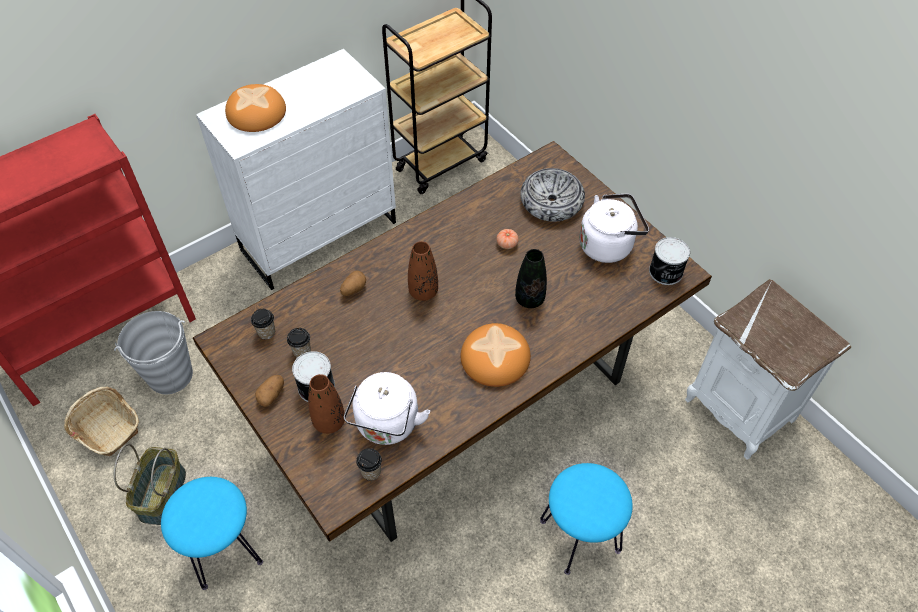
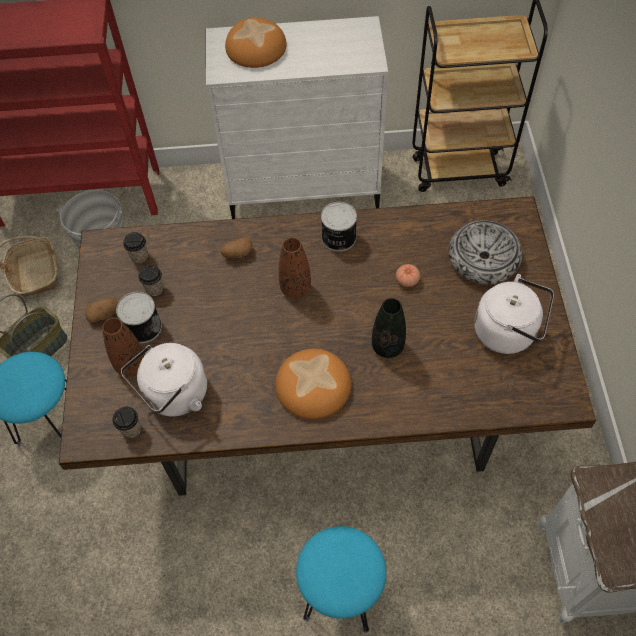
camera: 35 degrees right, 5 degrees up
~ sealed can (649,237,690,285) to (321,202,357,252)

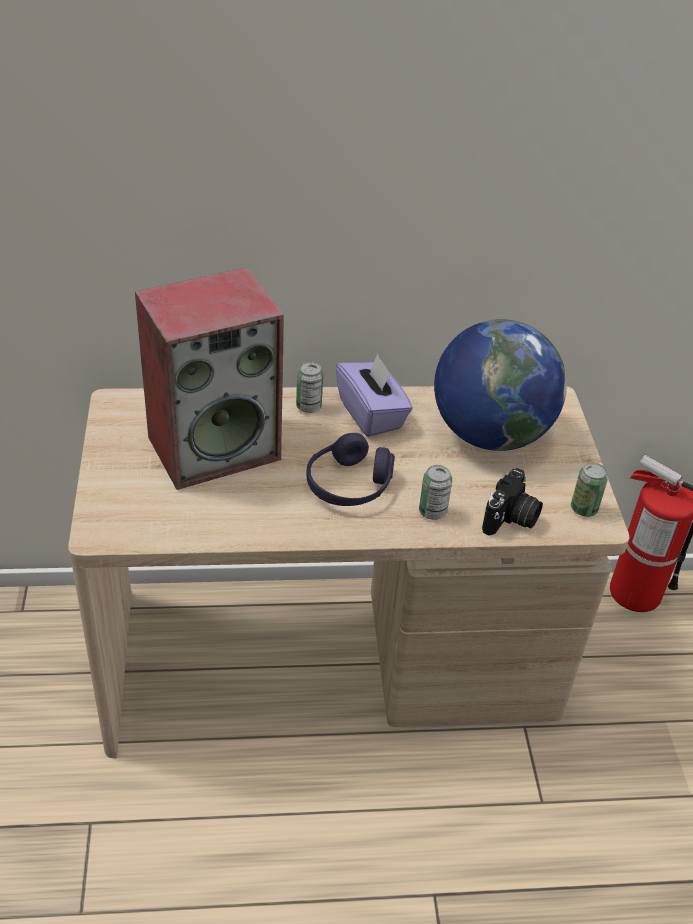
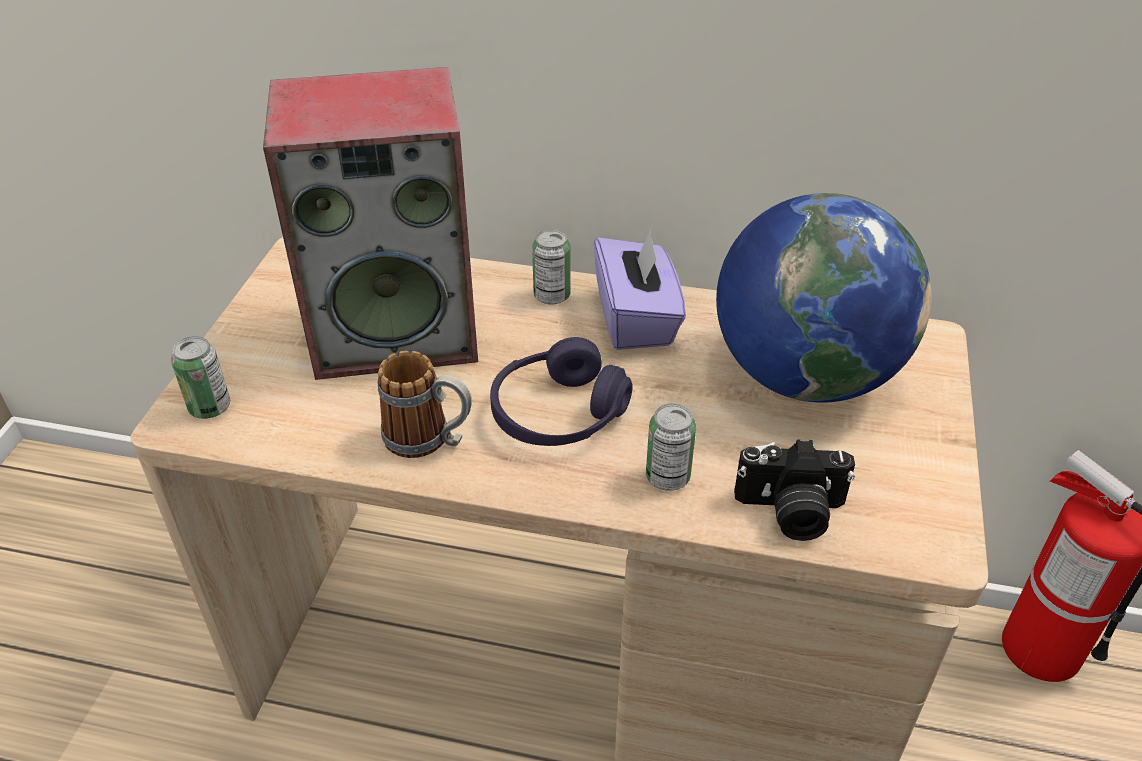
camera: 20 degrees right, 0 degrees up
~ sealed can (571,462,608,517) to (171,336,230,419)
~ still camera (482,468,543,536) = (734,439,855,541) 45 degrees clockwise
+ tea mug (378,351,472,458)

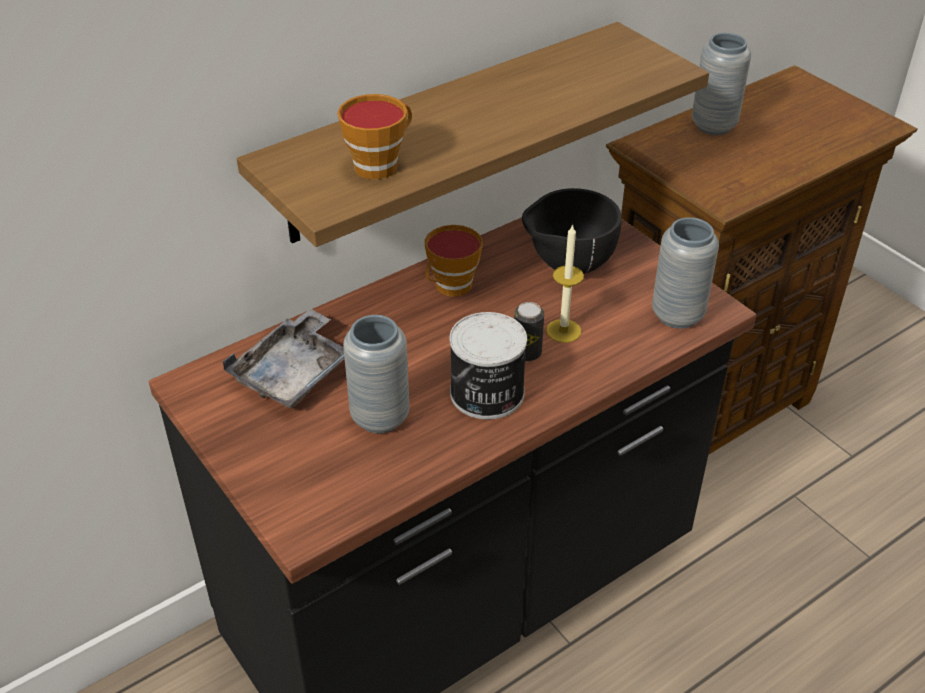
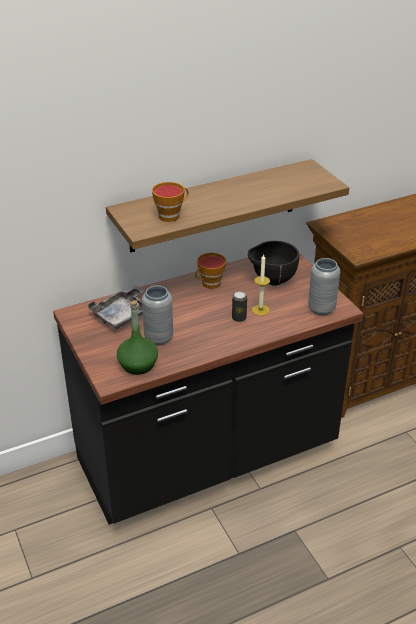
camera: 10 degrees right, 5 degrees down
- flower vase in gray (692,33,751,135)
- sealed can (449,312,527,420)
+ bottle in greenish (117,300,158,375)

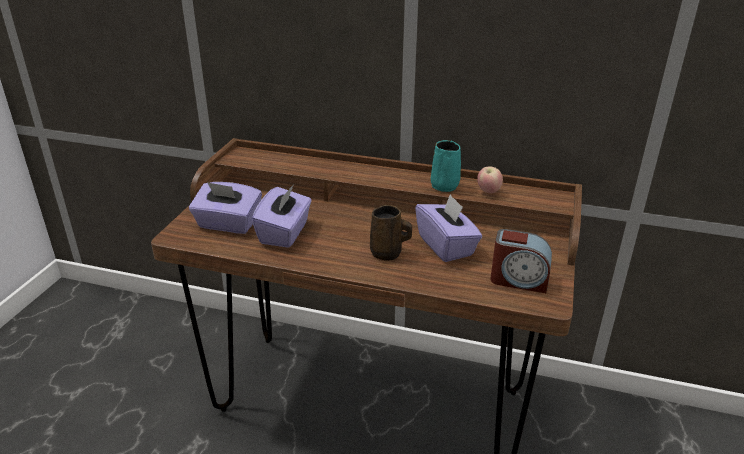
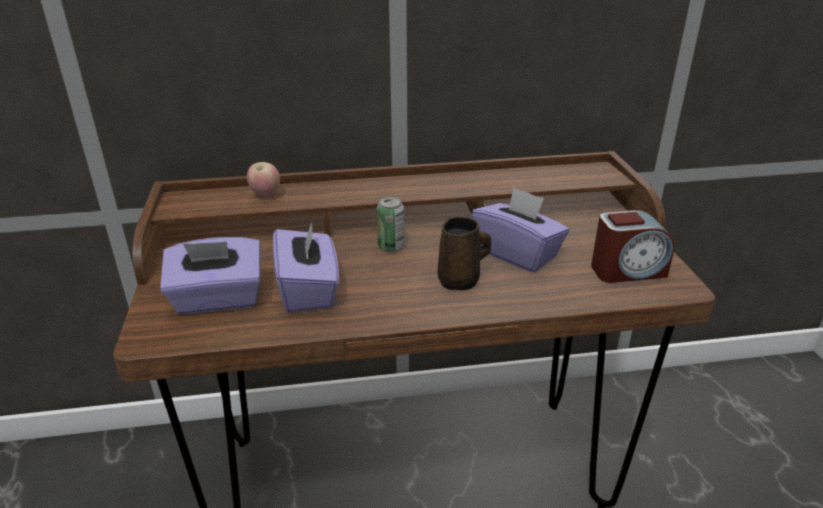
camera: 25 degrees left, 0 degrees up
- tea mug in blue-green (431,140,461,192)
~ whole apple (477,166,503,194) to (247,162,280,196)
+ sealed can (377,197,404,252)

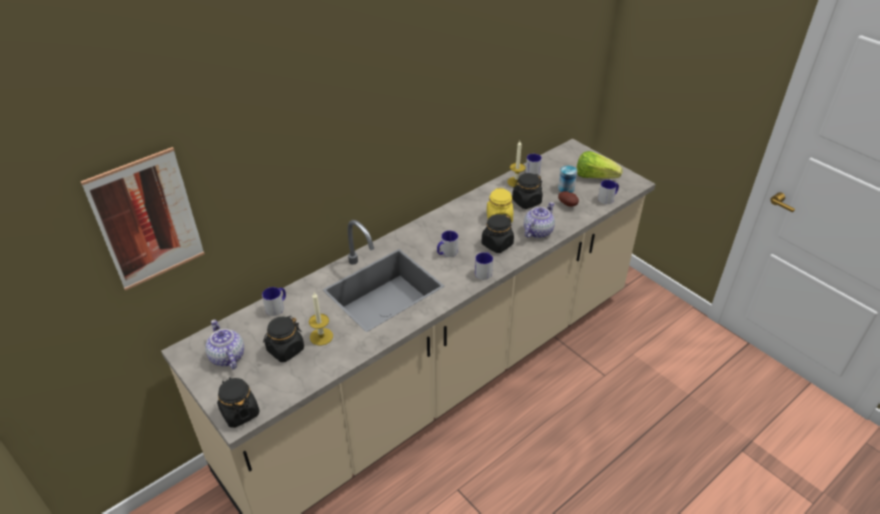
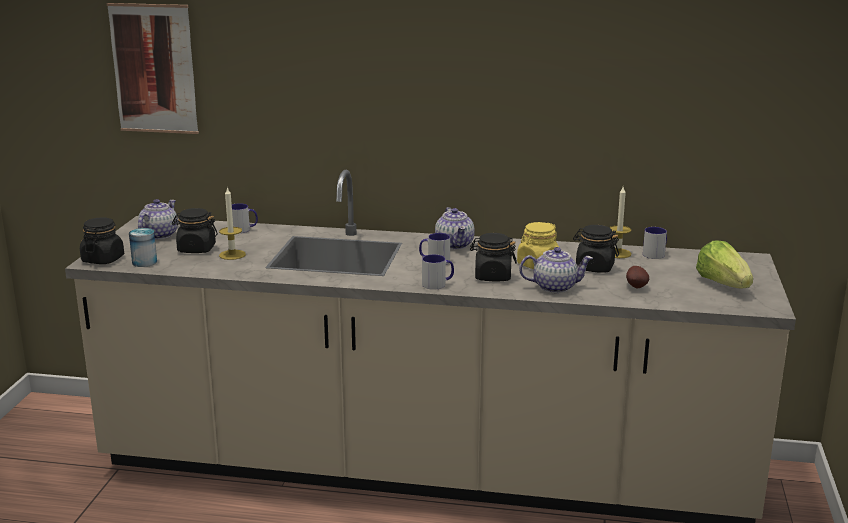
camera: 50 degrees right, 20 degrees down
~ sealed can (558,165,577,193) to (129,228,157,267)
- tea mug (598,180,619,204)
+ teapot (435,207,475,249)

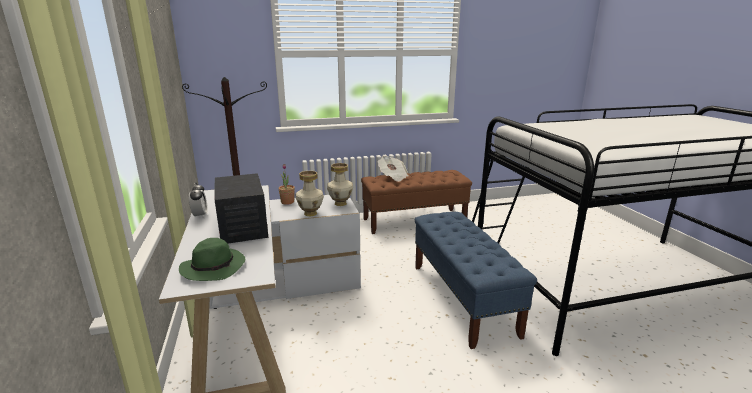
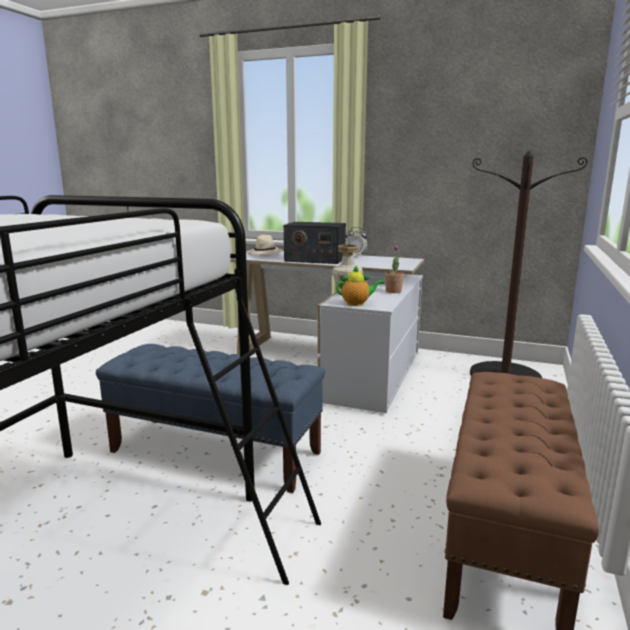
camera: 125 degrees right, 5 degrees down
- newspaper (378,156,409,182)
~ flower vase (327,163,353,206) to teapot (336,266,384,306)
~ hat in greenish (179,238,245,281) to hat in sand-coloured (248,235,282,255)

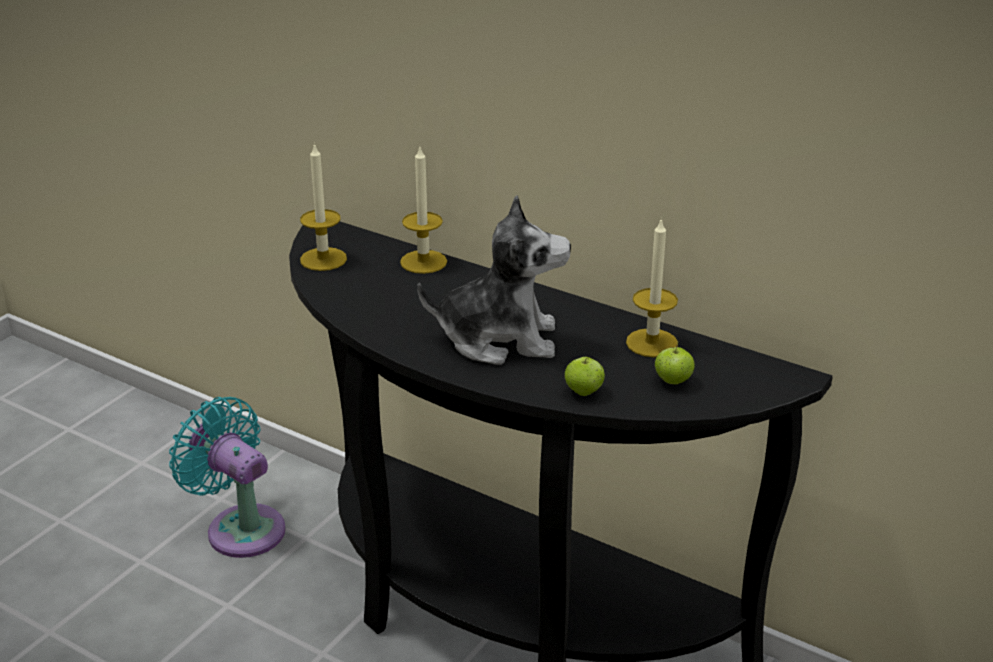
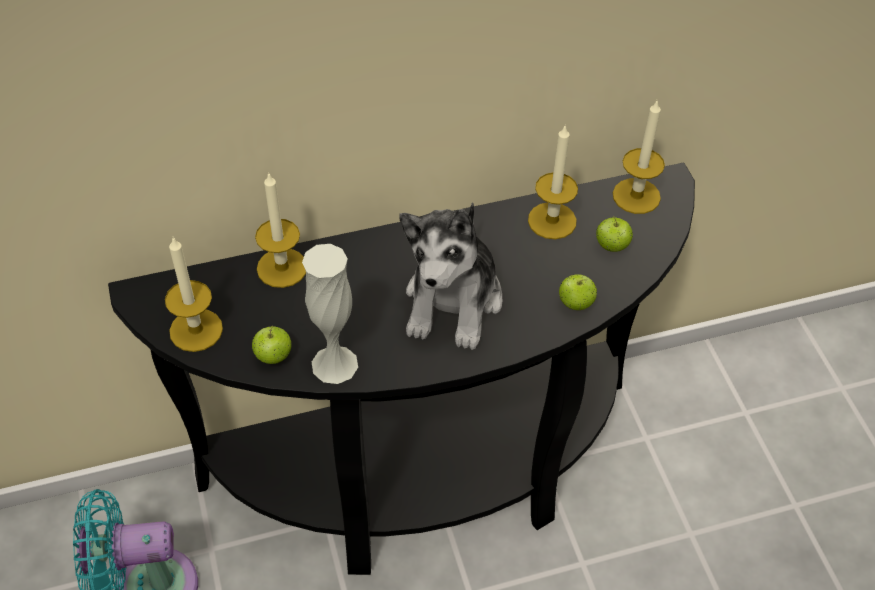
camera: 50 degrees left, 20 degrees up
~ cuddly toy (417,195,571,365) = (399,202,502,350) 150 degrees clockwise
+ wax candle (613,99,665,214)
+ flower vase in whitish (302,244,358,384)
+ whole apple (252,326,292,364)

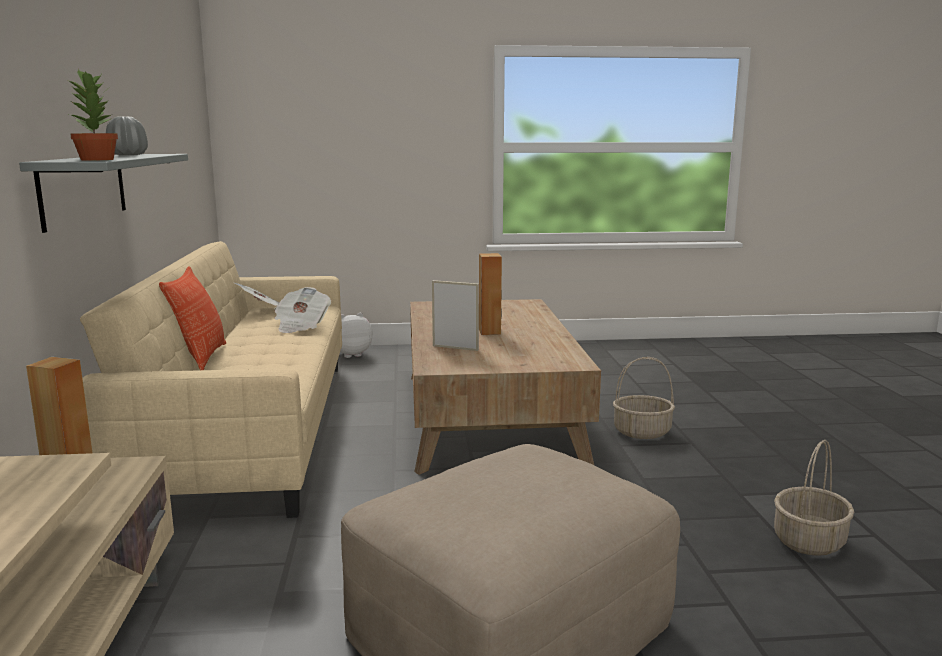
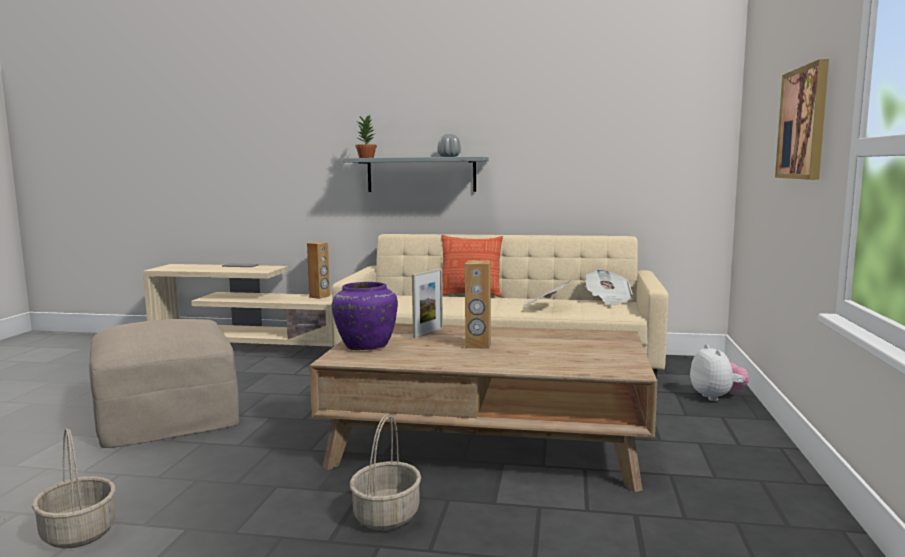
camera: 105 degrees right, 5 degrees down
+ picture (775,59,829,180)
+ flower vase in purple-coloured (332,282,398,350)

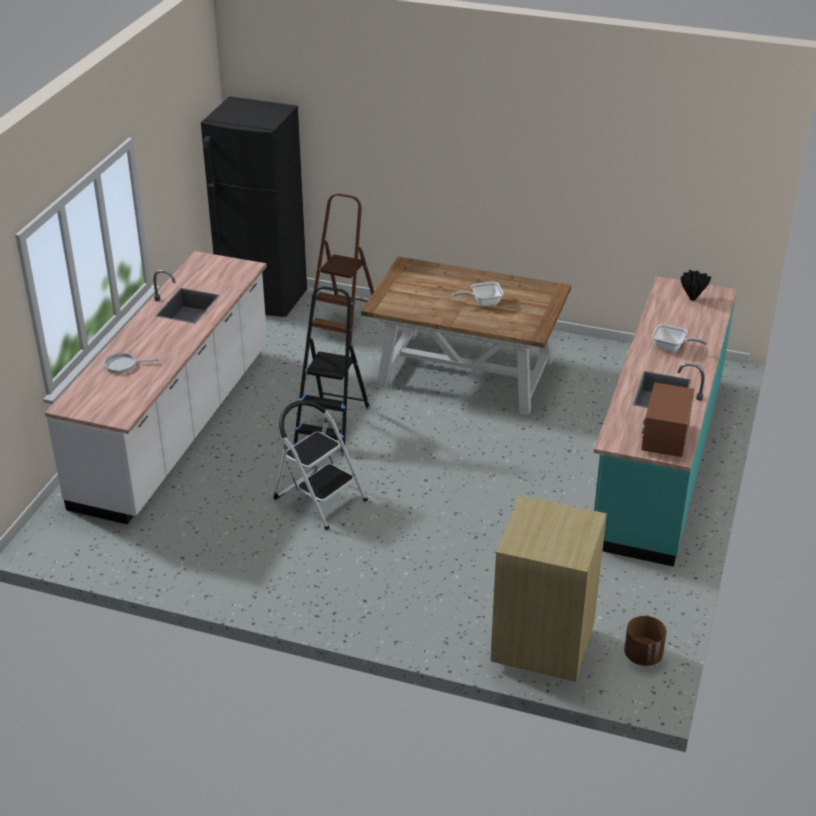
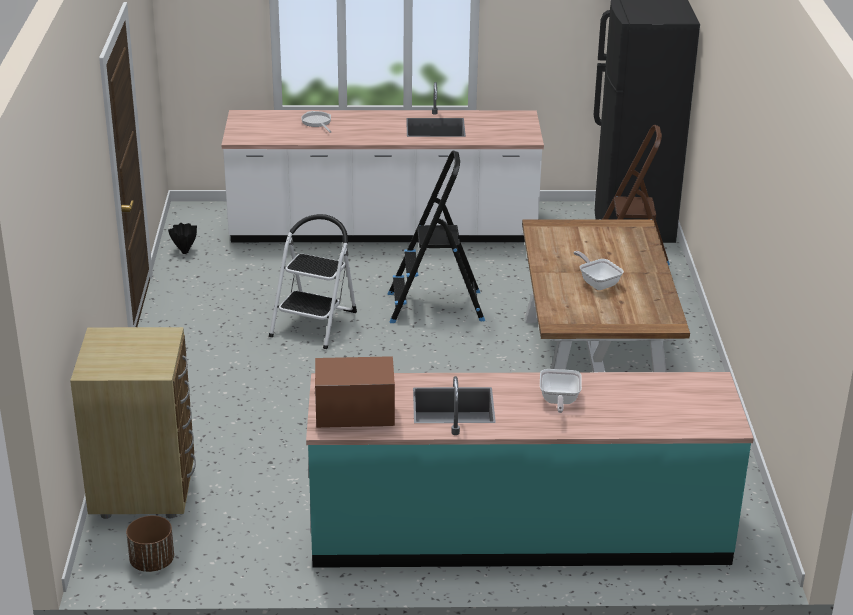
camera: 70 degrees right, 5 degrees down
~ flower vase in black-coloured (681,270,711,301) to (168,223,197,254)

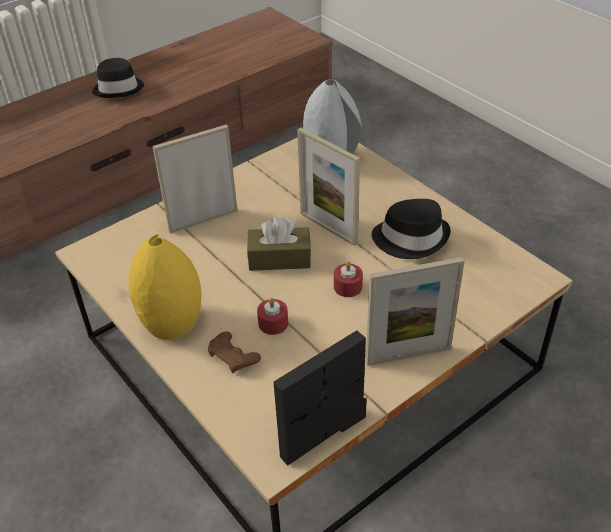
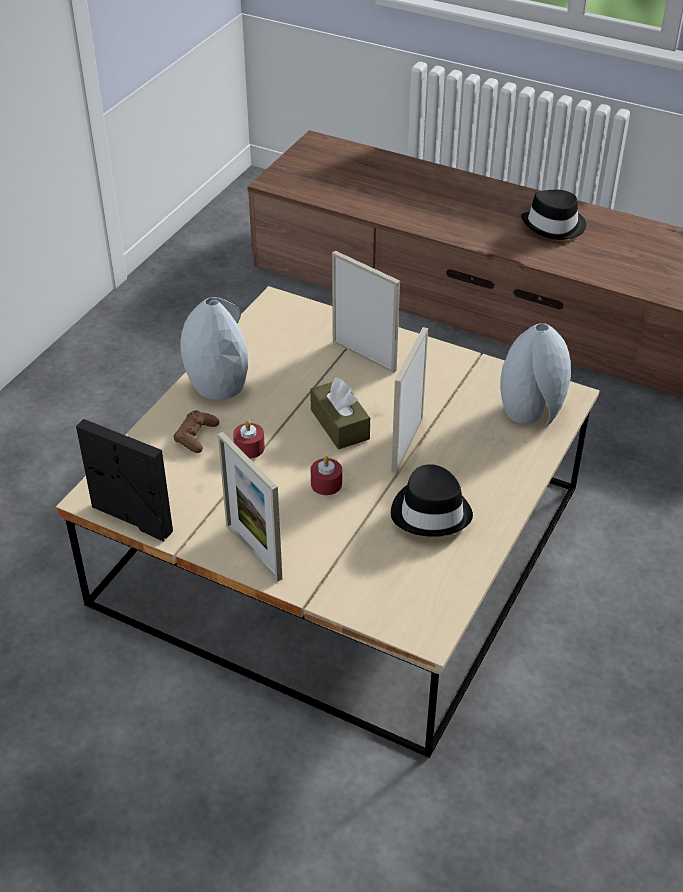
camera: 65 degrees right, 0 degrees up
~ flower vase in yellowish (128,234,202,340) to flower vase in gray (181,297,248,400)

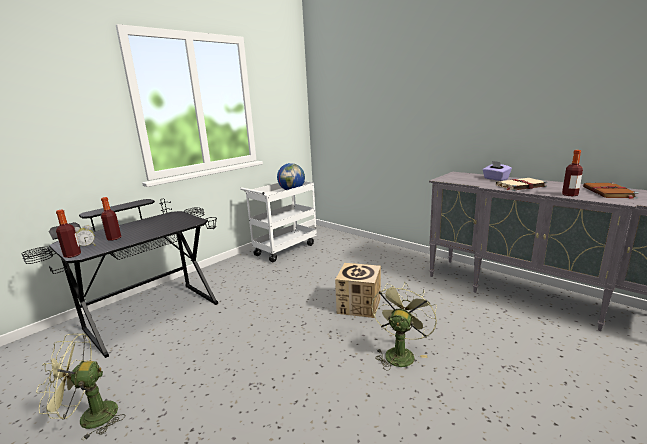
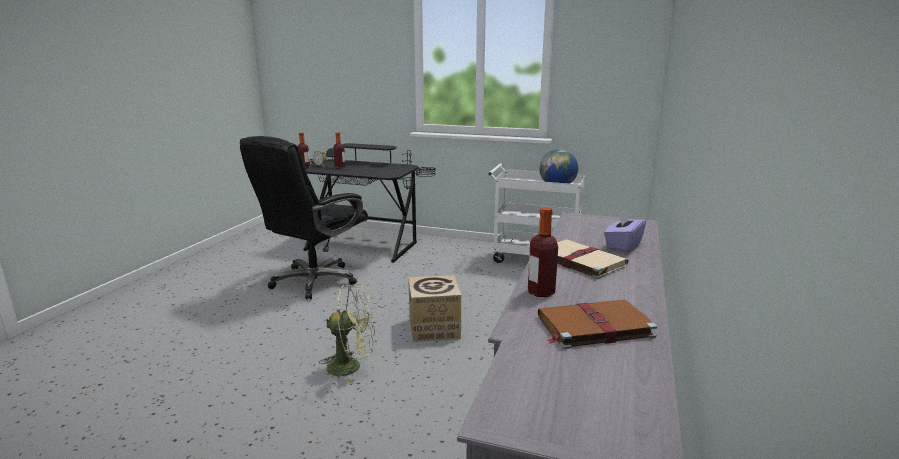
camera: 65 degrees right, 0 degrees up
- cooling fan in greenish (36,333,126,441)
+ desk chair in black-coloured (240,136,368,300)

